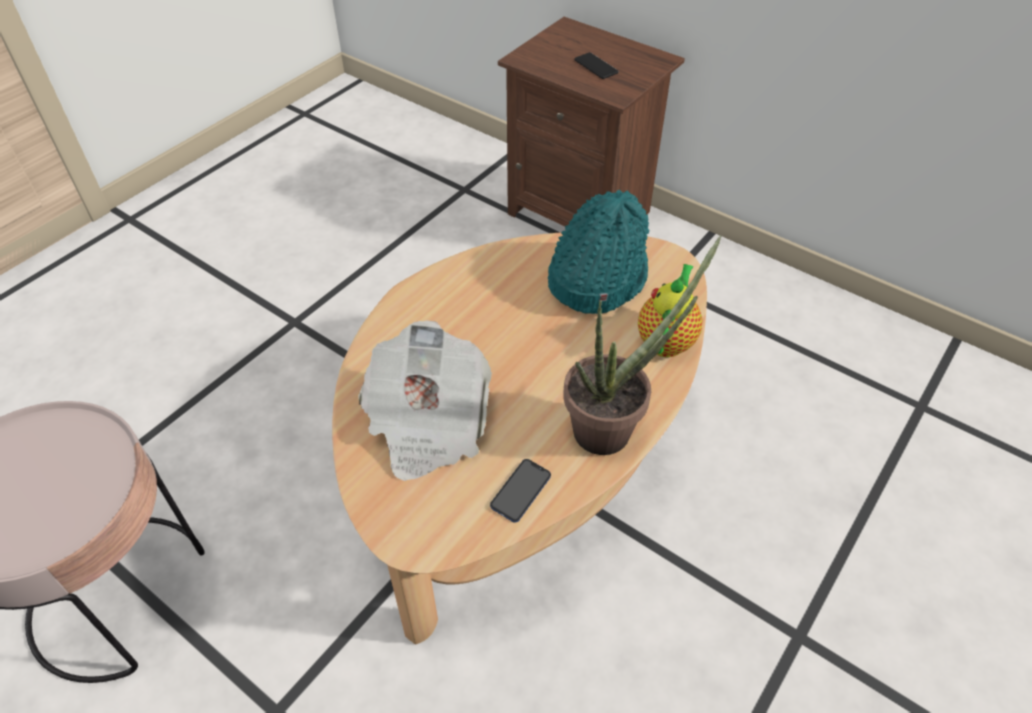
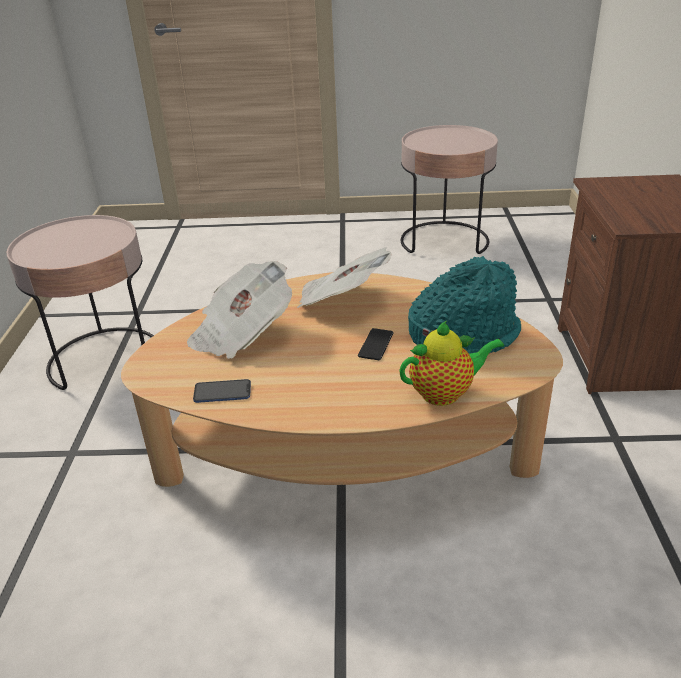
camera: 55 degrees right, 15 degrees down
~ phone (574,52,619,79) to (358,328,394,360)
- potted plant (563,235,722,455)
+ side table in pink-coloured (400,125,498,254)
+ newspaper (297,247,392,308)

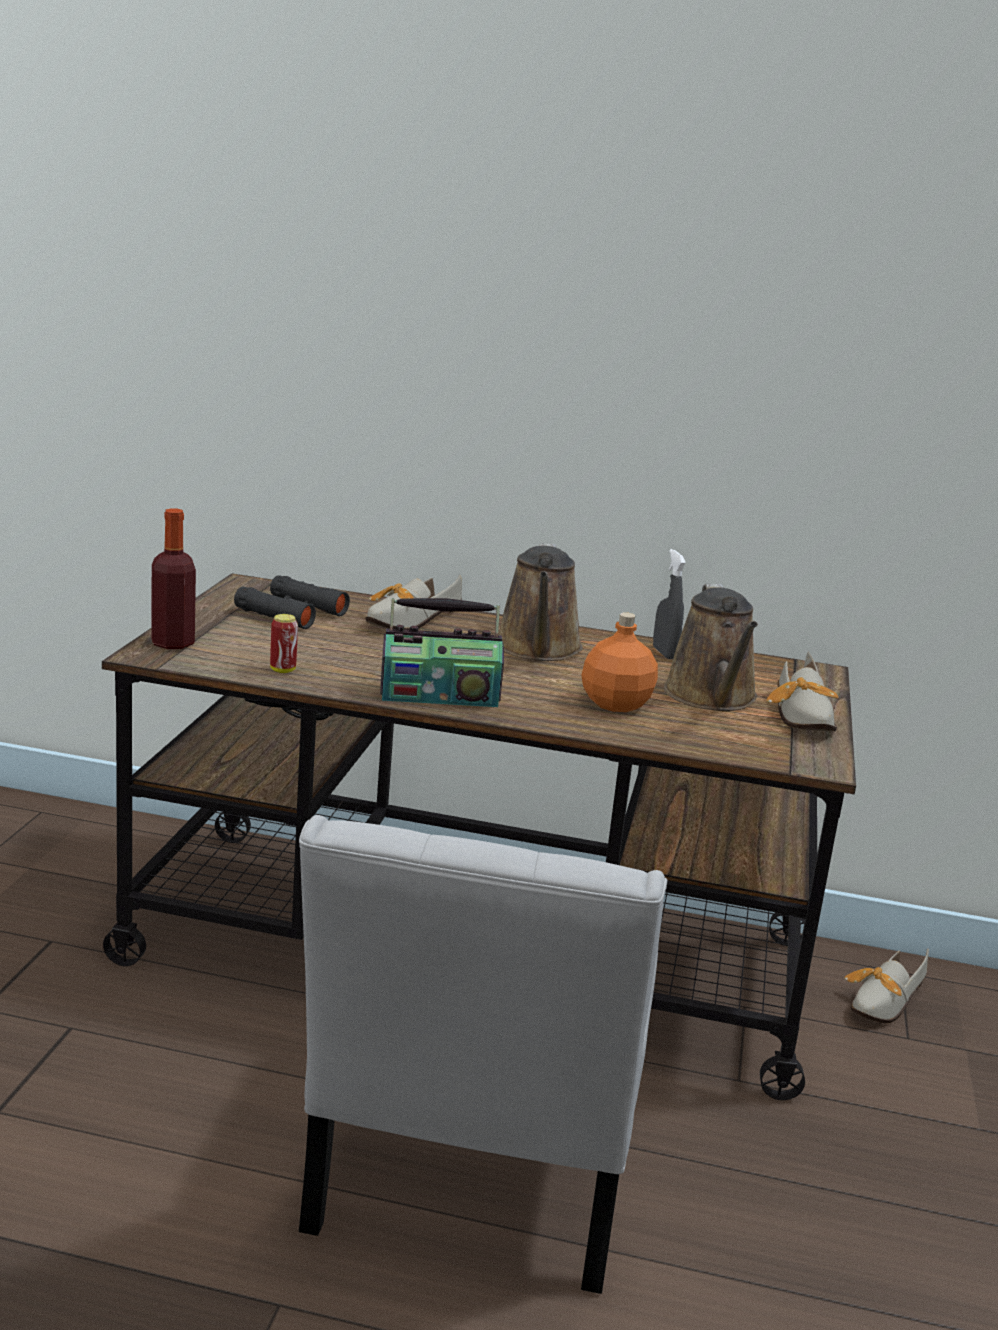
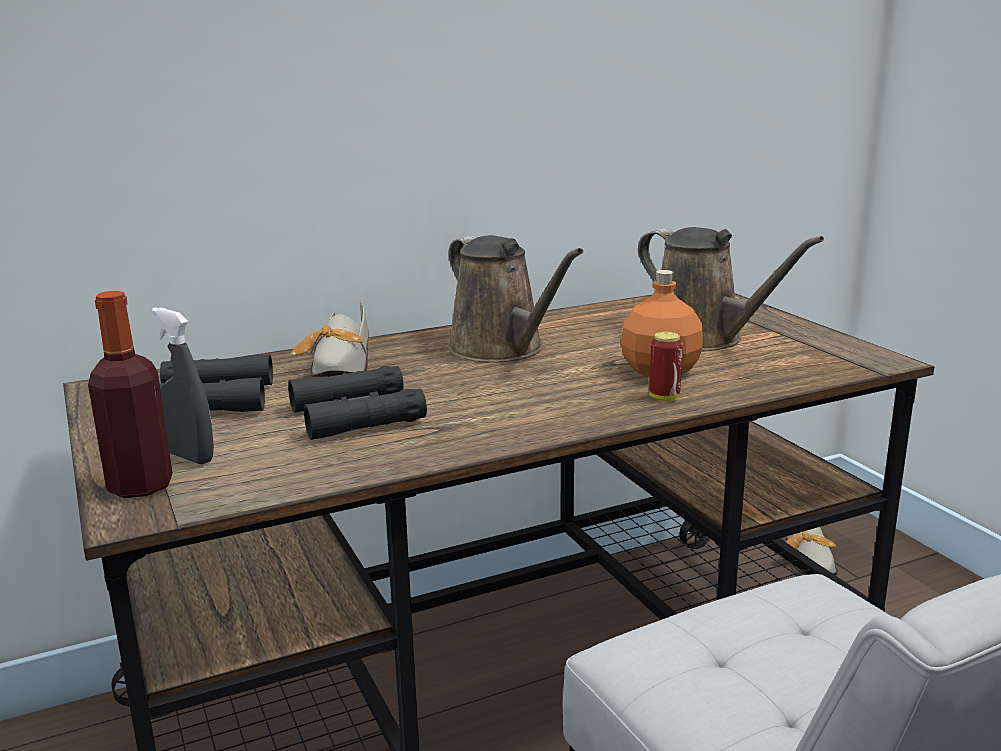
camera: 35 degrees left, 0 degrees up
~ sprayer in gray (653,549,686,659) to (152,307,214,464)
- radio (380,598,504,707)
~ sealed can (270,614,298,673) to (649,332,683,401)
- low shoe (766,652,839,731)
+ binoculars in black-coloured (288,366,427,440)

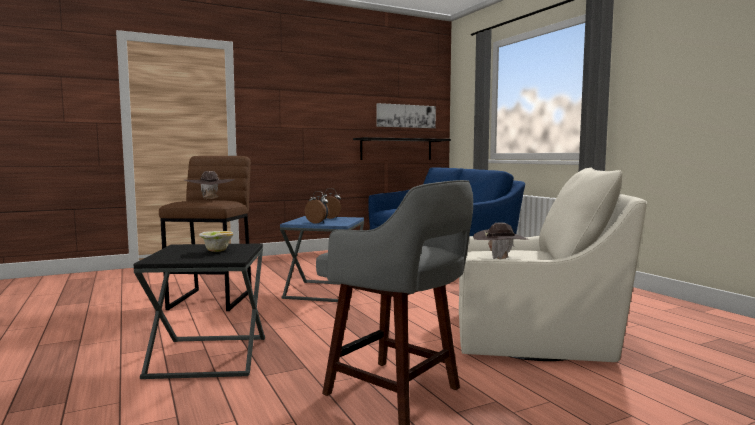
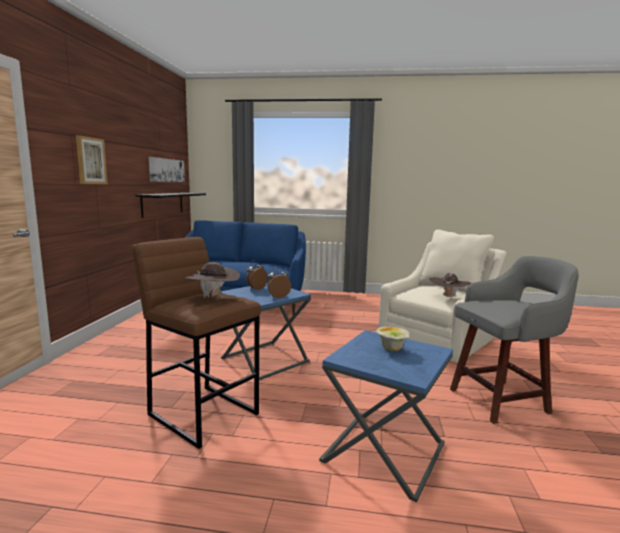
camera: 55 degrees left, 5 degrees up
~ side table in black-coloured (134,243,265,379) to side table in bluish (319,330,453,502)
+ picture (76,135,108,184)

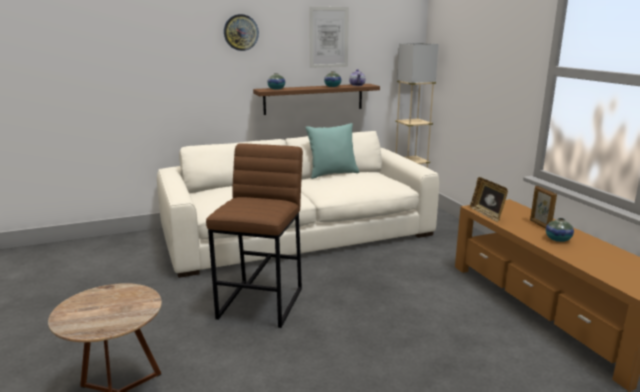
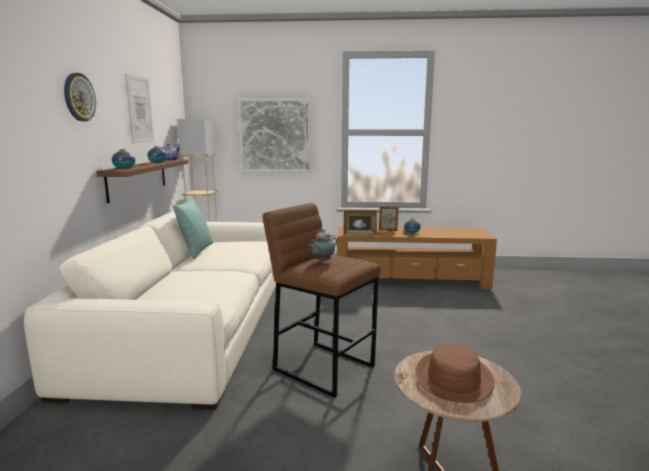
camera: 65 degrees left, 5 degrees down
+ picture (238,98,312,173)
+ teapot (307,229,337,262)
+ hat in brown (416,344,495,403)

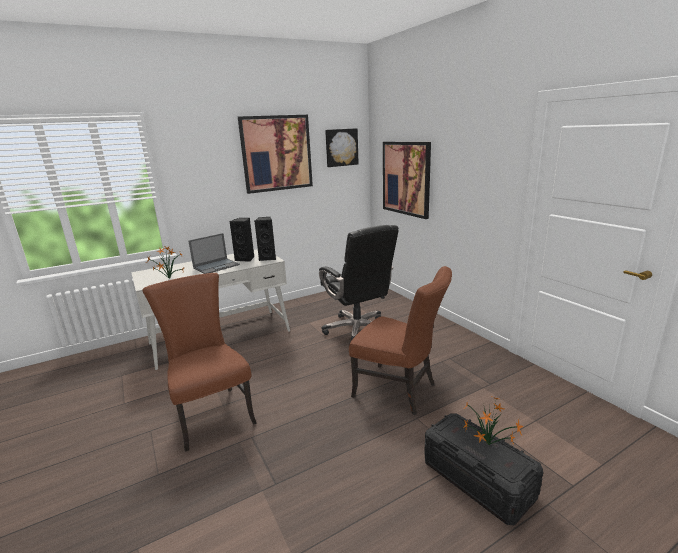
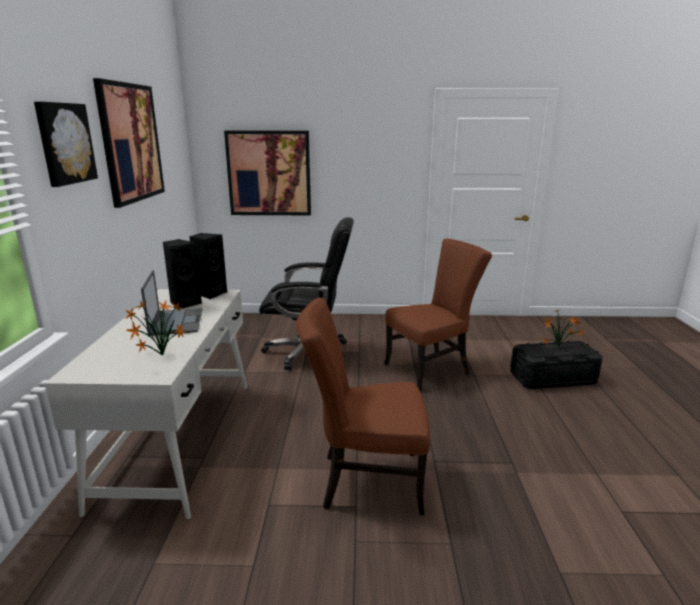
camera: 60 degrees left, 0 degrees up
~ picture (325,128,359,167) to (34,102,98,187)

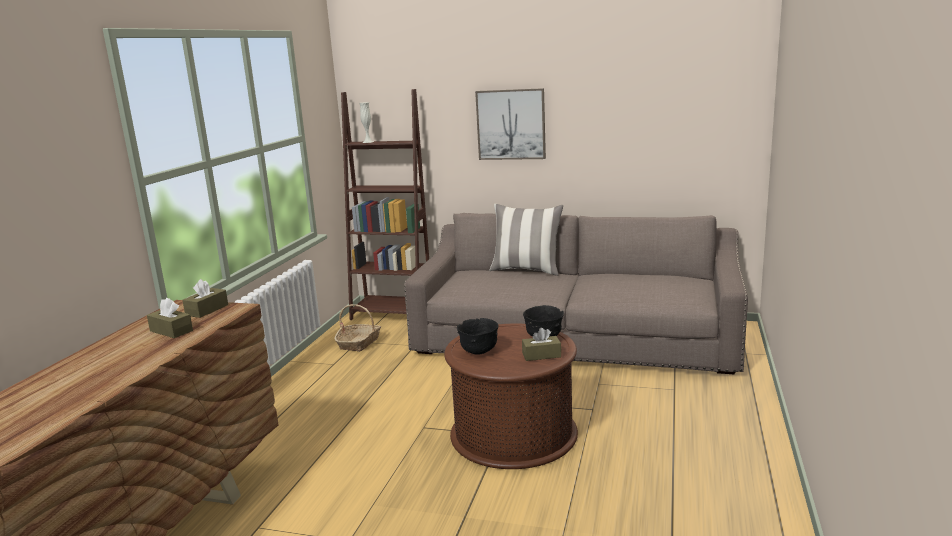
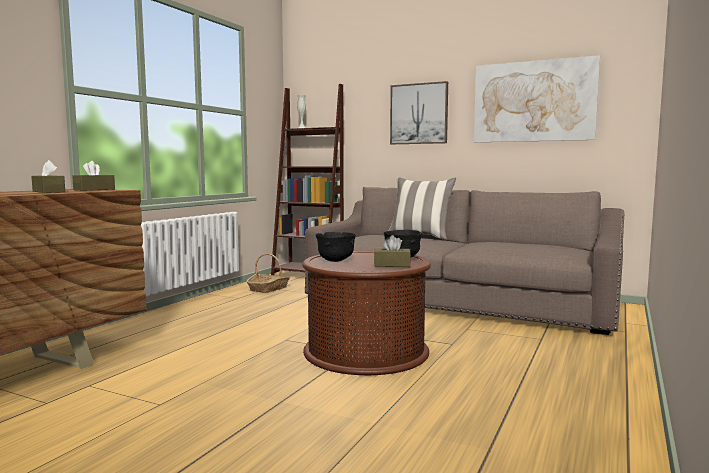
camera: 10 degrees right, 10 degrees down
+ picture (474,55,600,142)

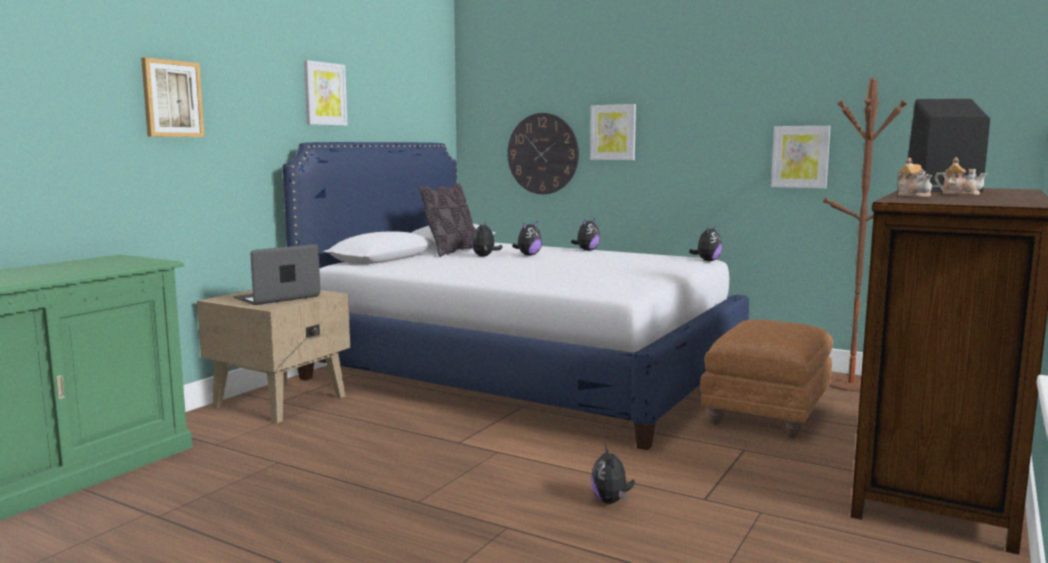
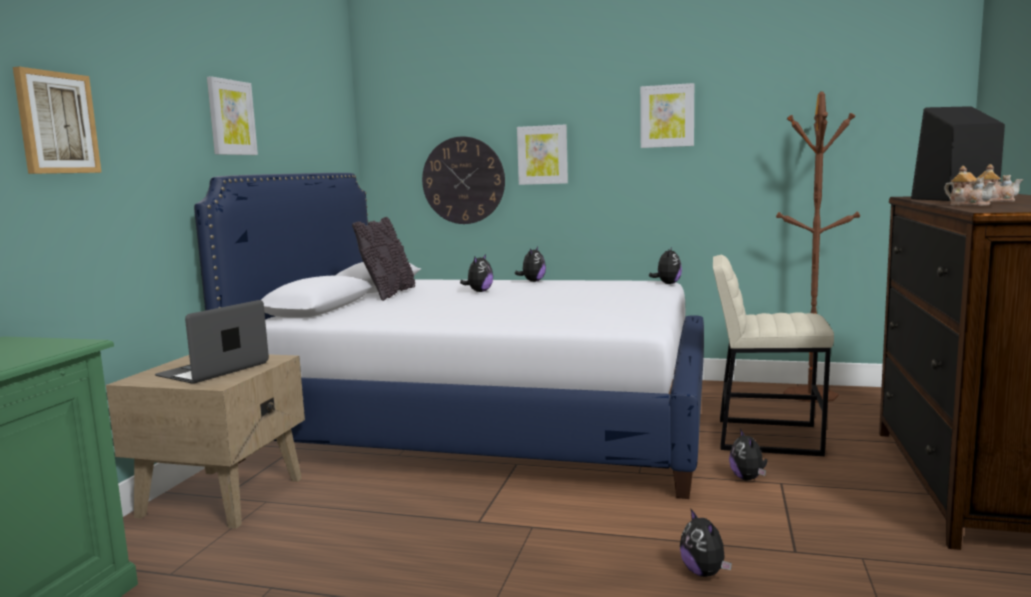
camera: 15 degrees left, 0 degrees up
~ picture (771,126,831,189) to (640,83,694,148)
~ cuddly toy (472,223,503,257) to (729,429,768,481)
~ ottoman in brown (700,319,833,438) to upright chair in sand-coloured (713,255,834,456)

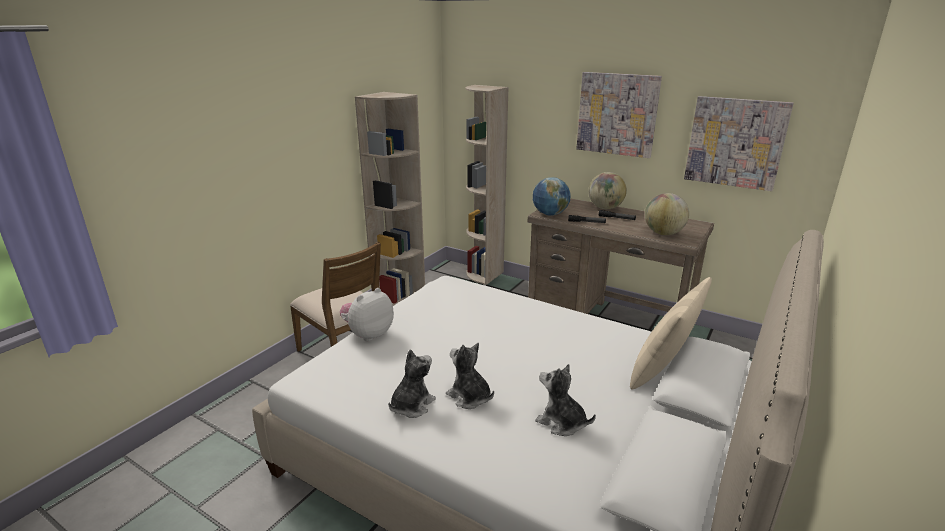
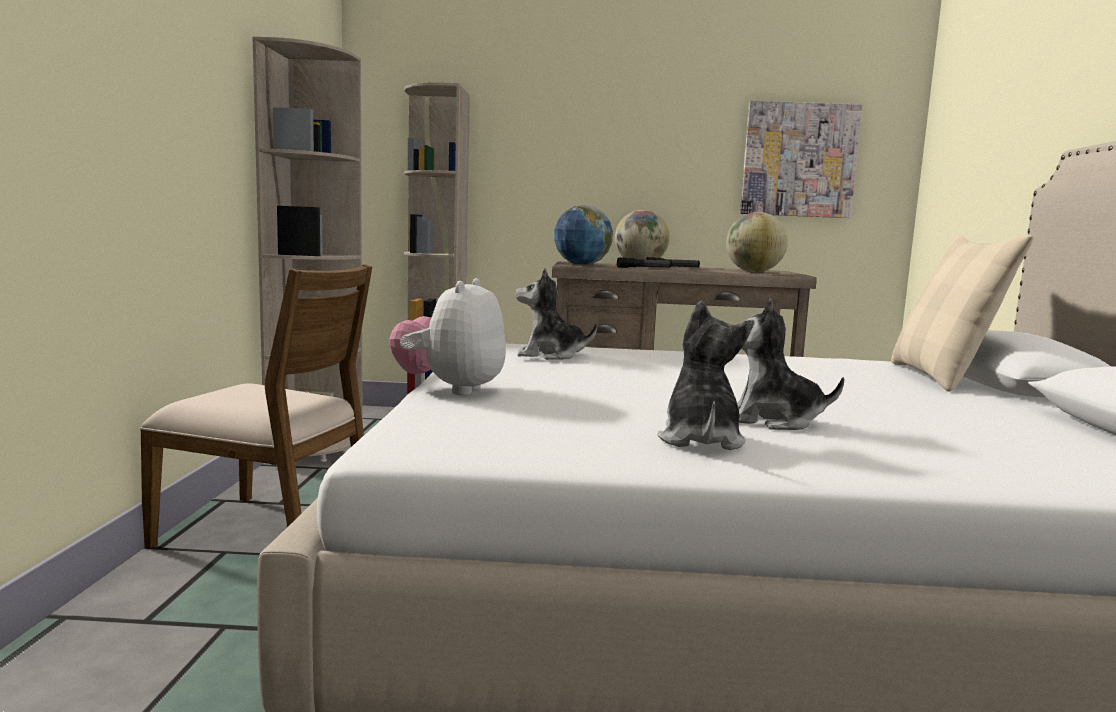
camera: 30 degrees left, 15 degrees down
- picture (576,72,662,158)
~ cuddly toy (535,364,596,436) to (515,268,597,360)

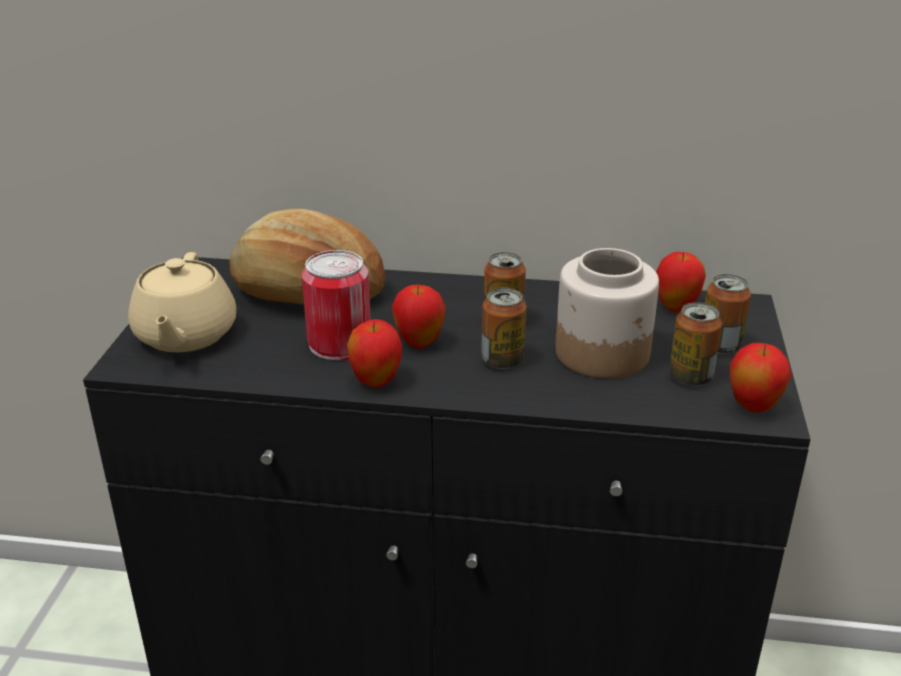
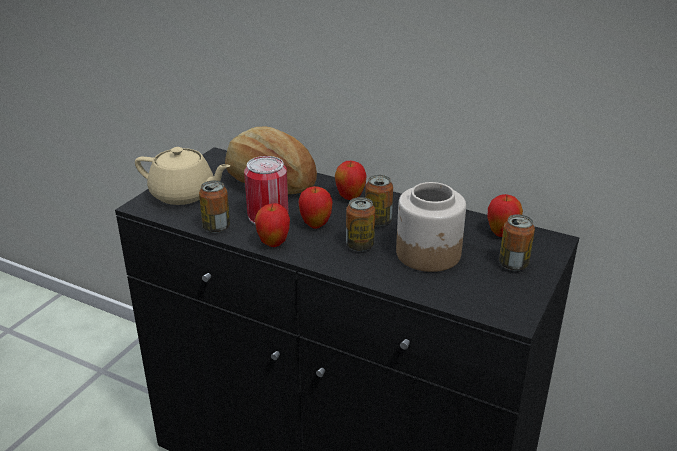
camera: 20 degrees right, 0 degrees up
~ teapot in sand-coloured (128,252,236,352) = (135,147,230,205) 90 degrees counterclockwise
~ sealed can (669,302,722,386) to (199,180,230,233)
~ whole apple (730,343,791,412) to (335,161,367,200)

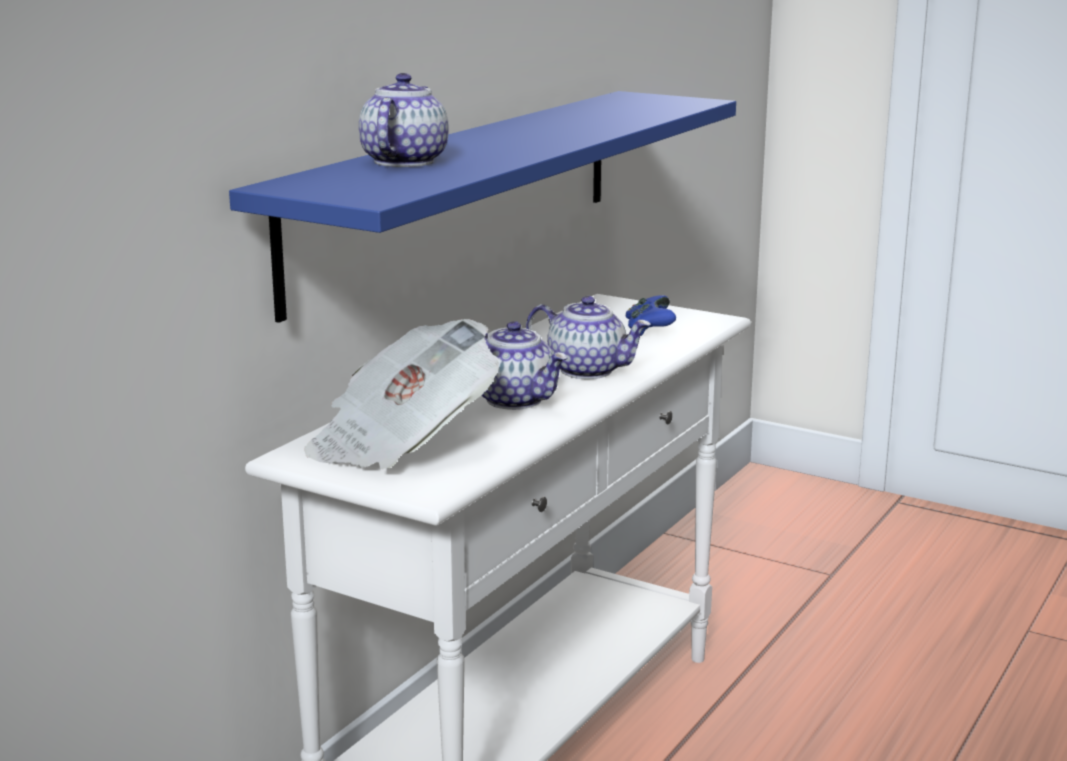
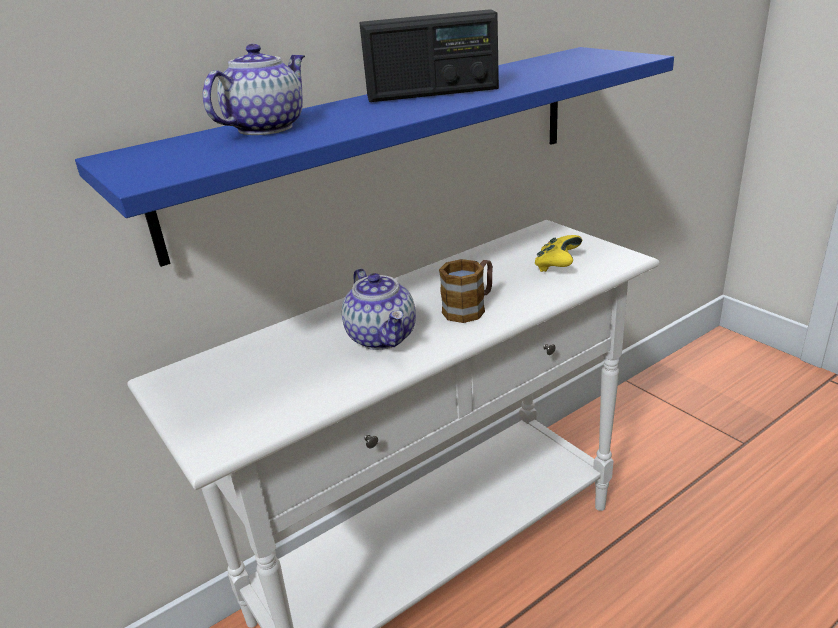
camera: 25 degrees right, 10 degrees up
~ game controller in bluish (625,295,676,336) to game controller in yellowish (535,235,582,272)
~ teapot (526,296,651,379) to tea mug (439,259,493,323)
- newspaper (304,319,499,469)
+ radio (359,9,499,102)

